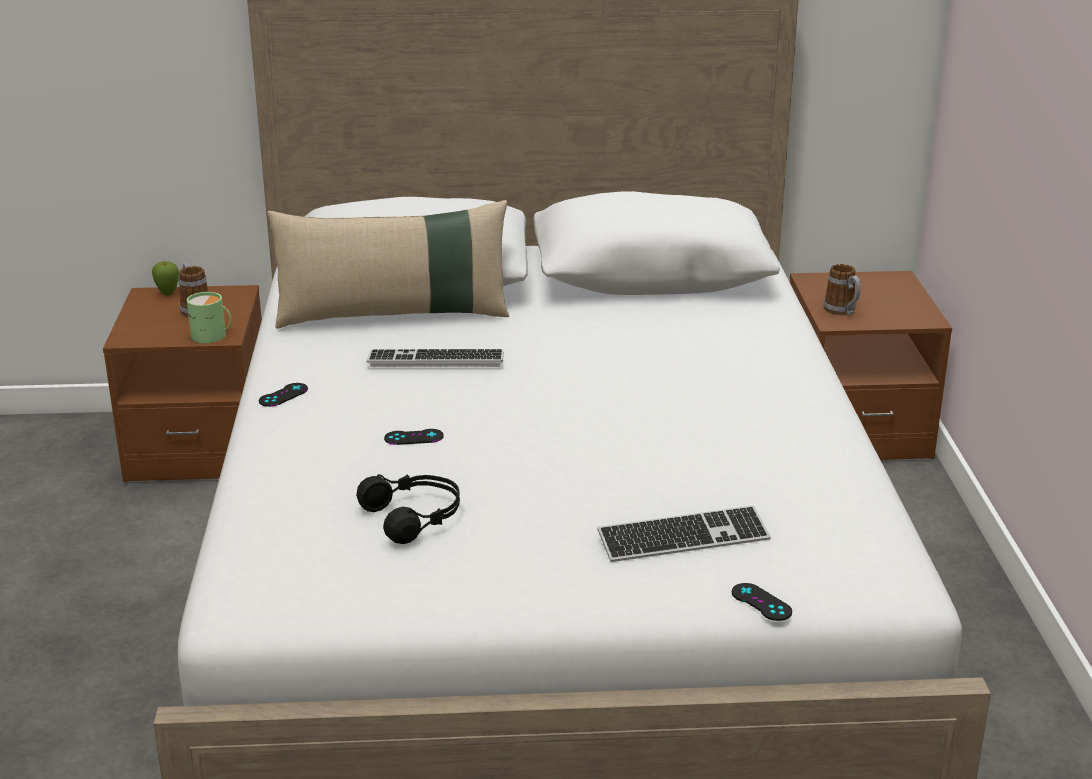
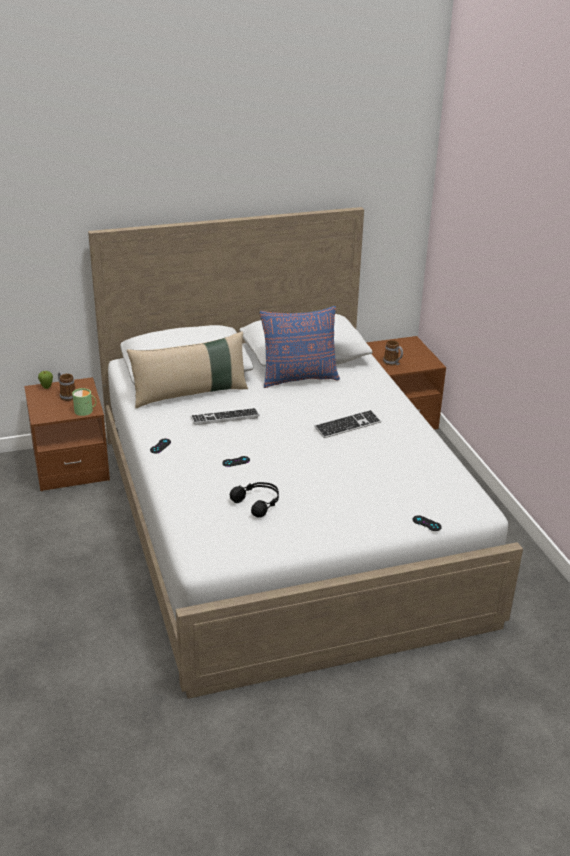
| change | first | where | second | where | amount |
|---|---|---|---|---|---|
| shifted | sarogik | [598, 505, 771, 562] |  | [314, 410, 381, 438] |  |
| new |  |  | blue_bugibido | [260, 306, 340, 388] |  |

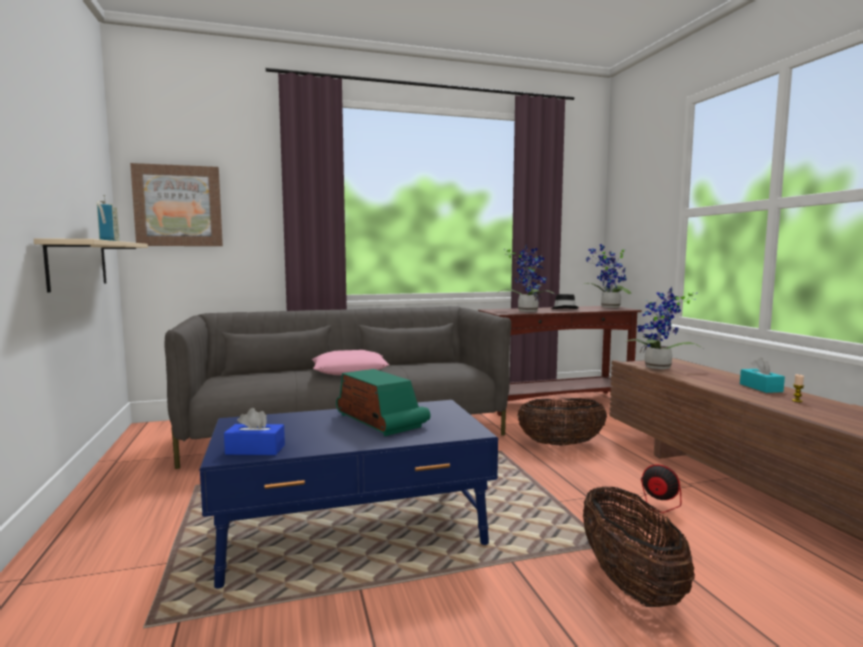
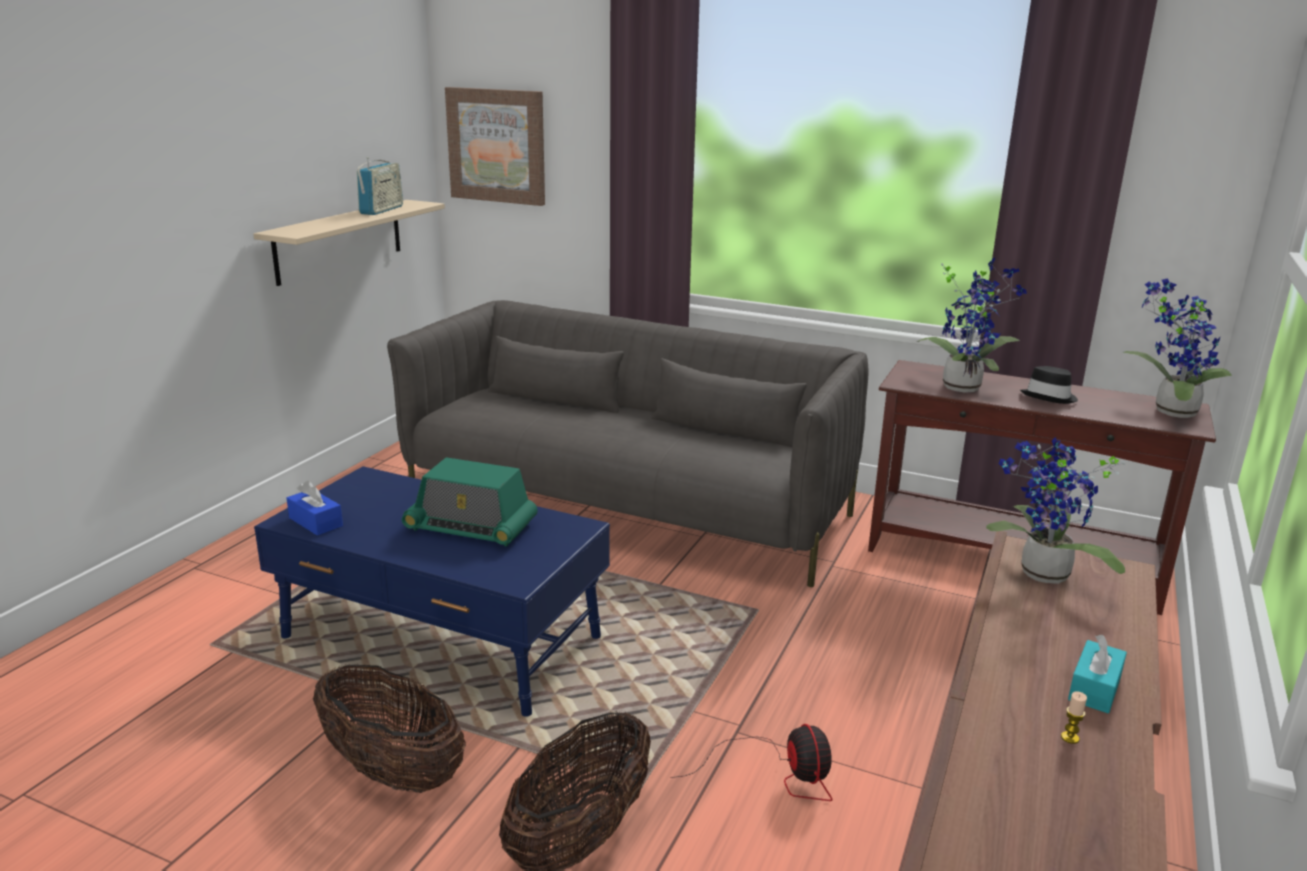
| change | first | where | second | where | amount |
|---|---|---|---|---|---|
| gone | pink_bugibido | [312, 350, 389, 375] |  |  |  |
| rotated | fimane | [336, 369, 430, 436] |  | [402, 457, 538, 547] | 105 degrees clockwise |
| shifted | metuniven | [517, 398, 607, 445] |  | [313, 663, 466, 793] |  |

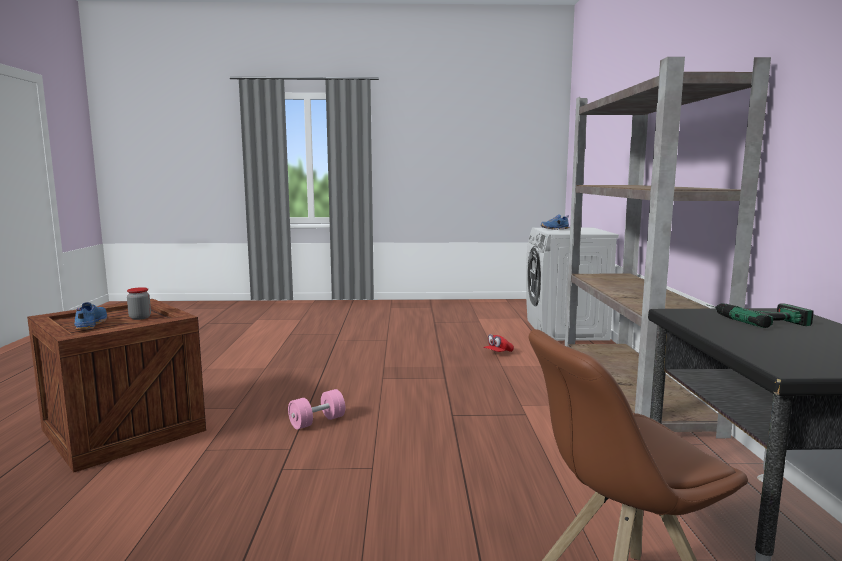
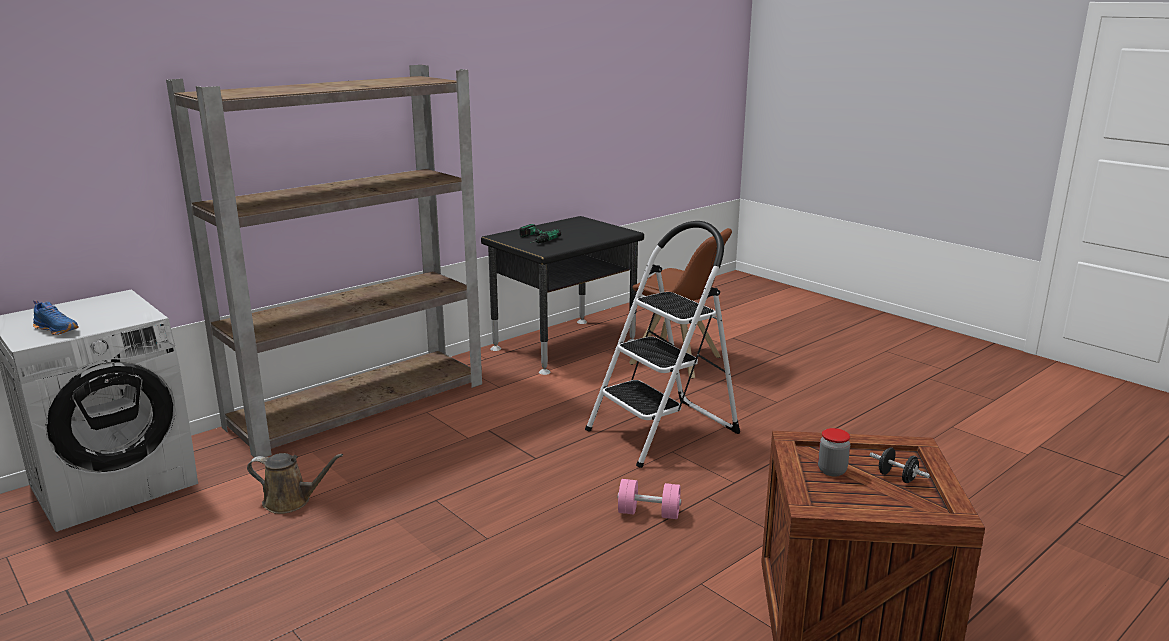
| change | first | where | second | where | amount |
|---|---|---|---|---|---|
| swapped | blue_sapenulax | [74, 302, 107, 330] | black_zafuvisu | [869, 447, 930, 483] |  |
| swapped | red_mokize | [483, 334, 514, 352] | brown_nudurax | [247, 453, 343, 514] |  |
| new |  |  | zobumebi | [585, 221, 740, 468] |  |

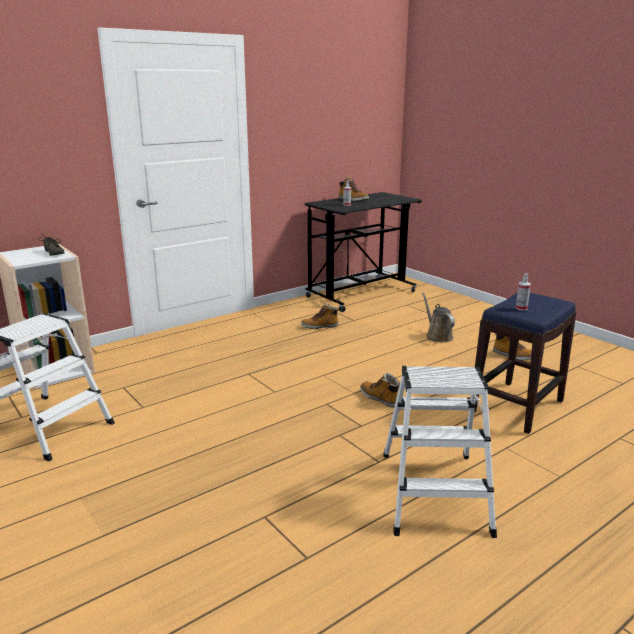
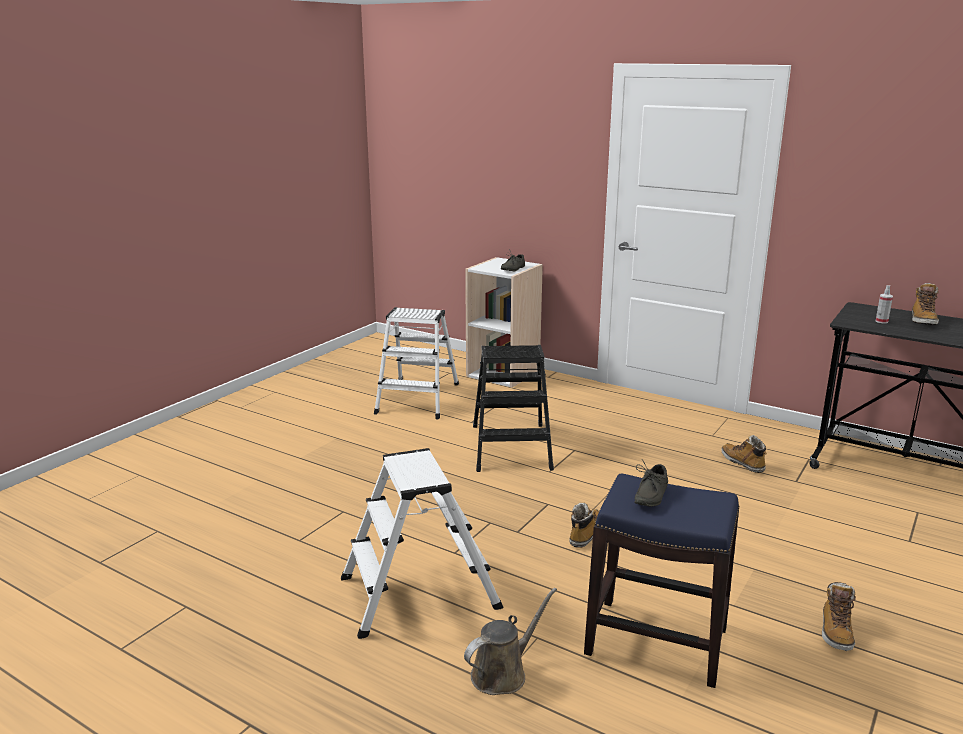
| change | first | where | second | where | amount |
|---|---|---|---|---|---|
| shifted | brown_nudurax | [422, 293, 455, 343] |  | [464, 588, 557, 695] |  |
| swapped | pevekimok | [516, 273, 531, 311] | grey_sapenulax | [634, 459, 668, 507] |  |
| new |  |  | black_zobumebi | [473, 345, 554, 472] |  |

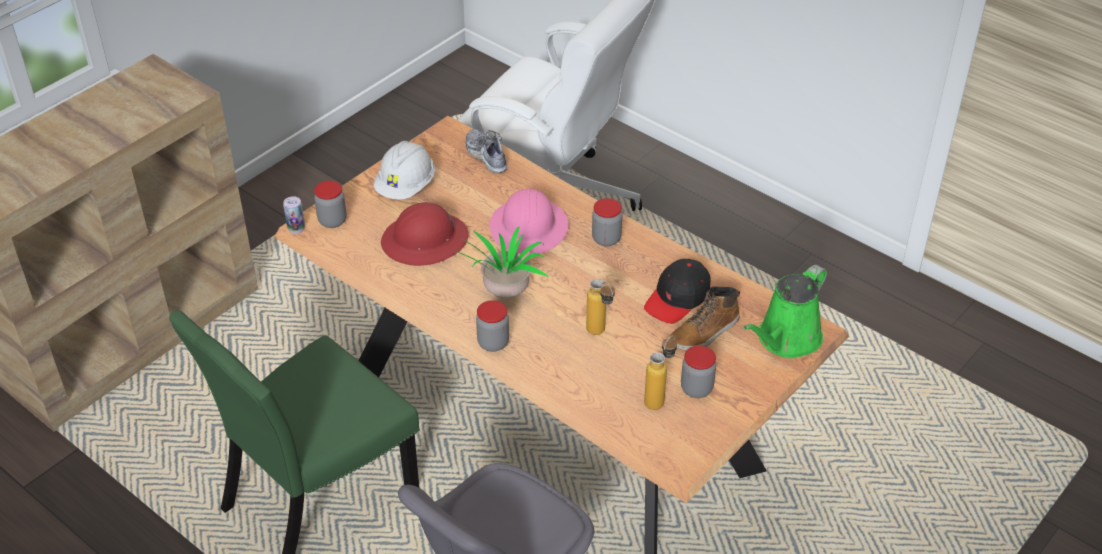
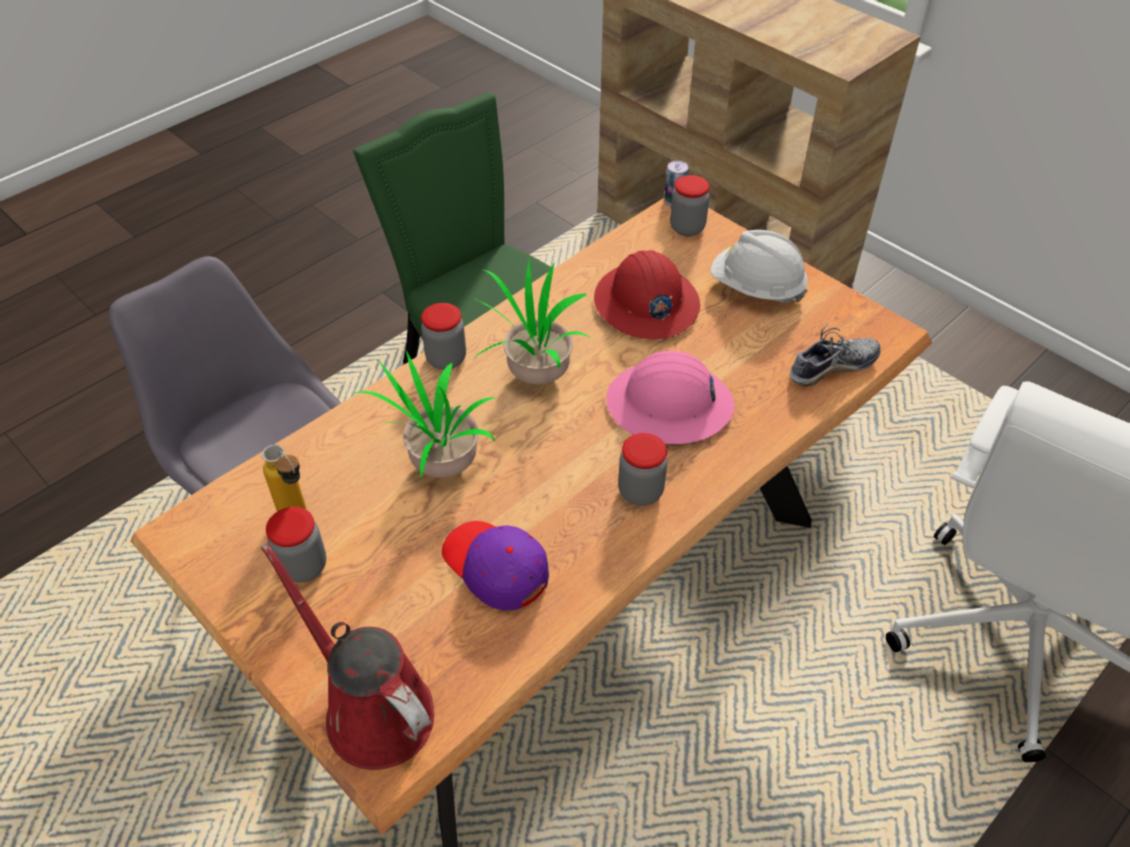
| change | first | where | second | where | amount |
|---|---|---|---|---|---|
| swapped | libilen | [586, 279, 615, 335] | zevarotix | [353, 350, 496, 480] |  |
| repainted | black_mokize | [644, 259, 711, 324] | purple_mokize | [442, 521, 549, 610] |  |
| gone | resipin | [669, 286, 740, 350] |  |  |  |
| repainted | green_nudurax | [743, 265, 827, 358] | red_nudurax | [261, 543, 434, 770] |  |

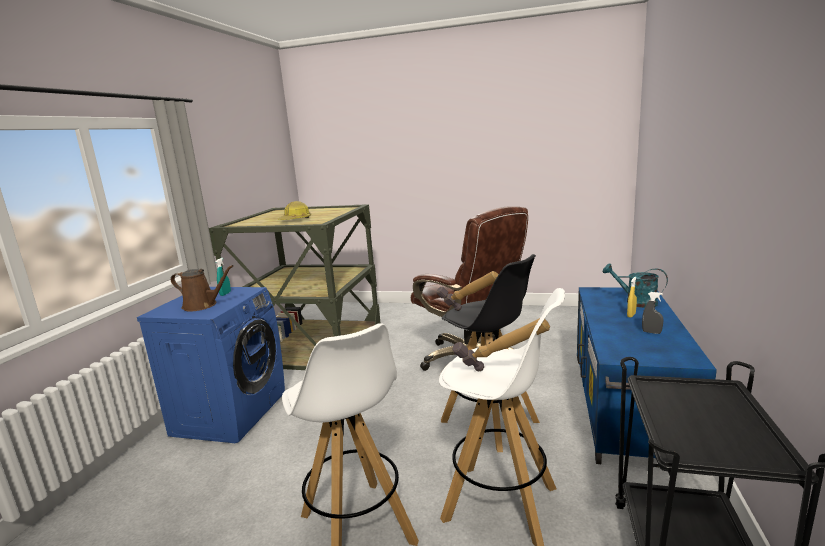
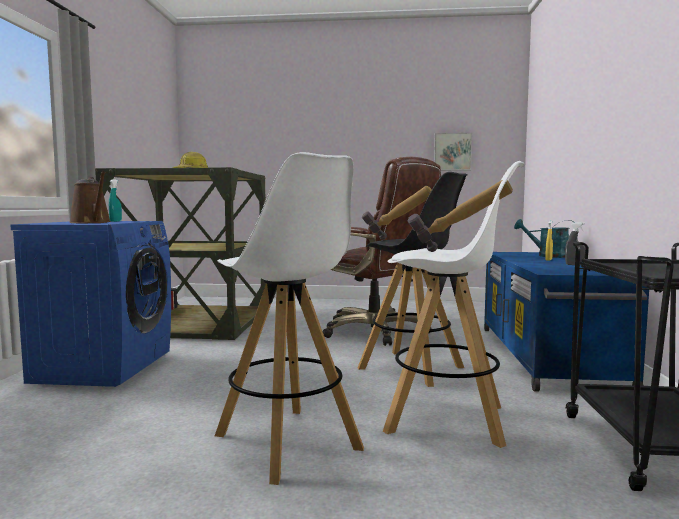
| change | first | where | second | where | amount |
|---|---|---|---|---|---|
| rotated | brown_nudurax | [171, 265, 233, 312] |  | [69, 171, 111, 223] | 45 degrees clockwise |
| new |  |  | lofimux | [434, 133, 472, 170] |  |

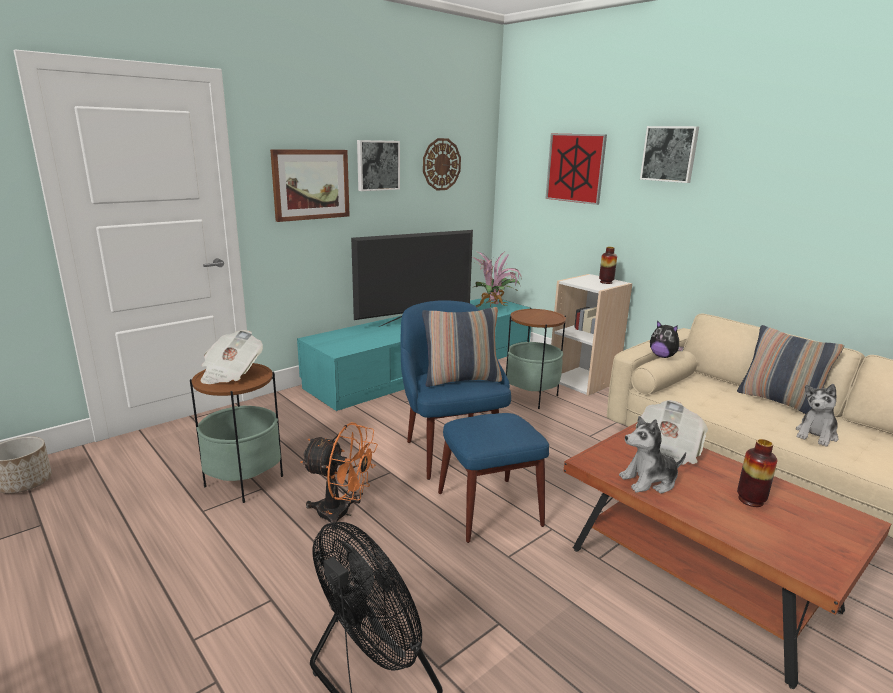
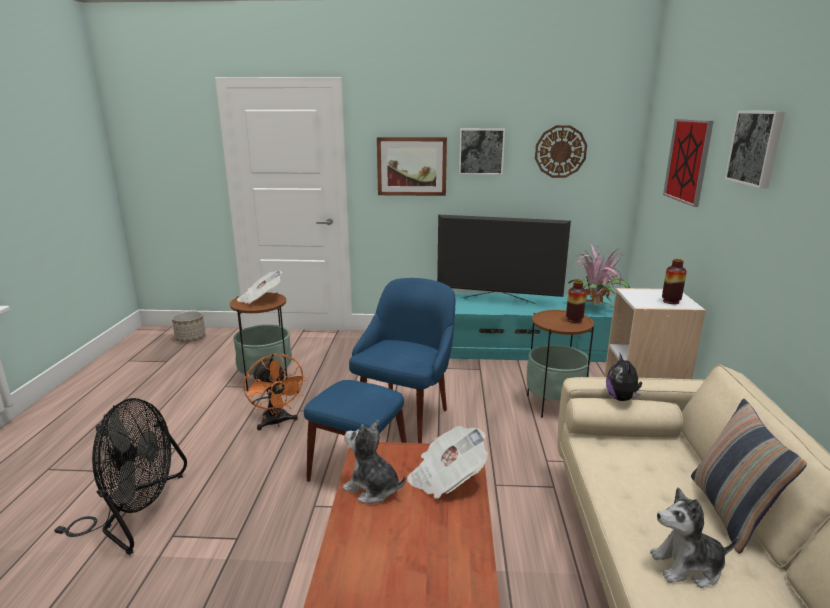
| change | first | where | second | where | amount |
|---|---|---|---|---|---|
| gone | bugibido | [422, 307, 502, 387] |  |  |  |
| shifted | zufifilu | [737, 439, 777, 507] |  | [566, 281, 587, 323] |  |

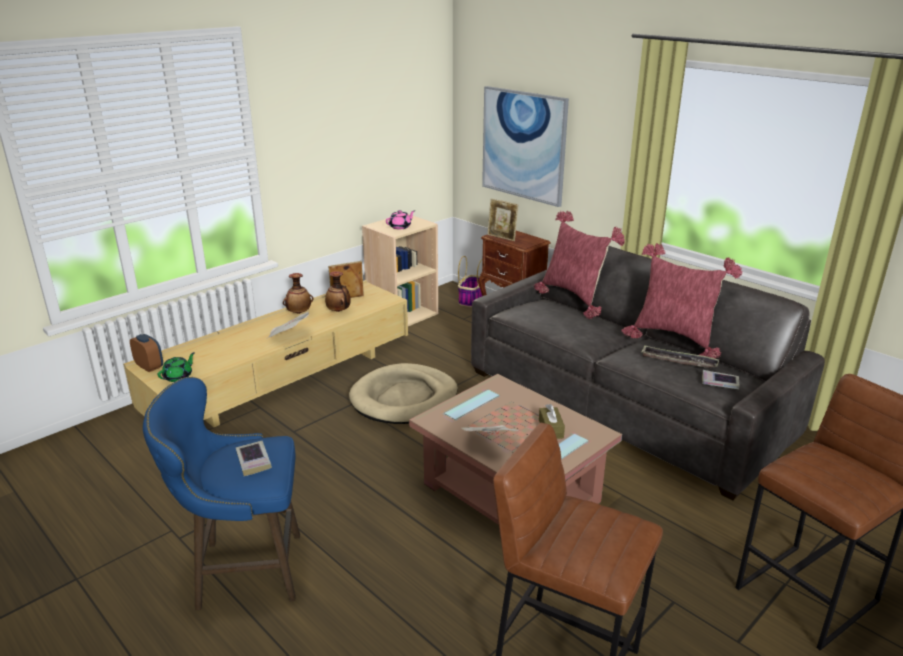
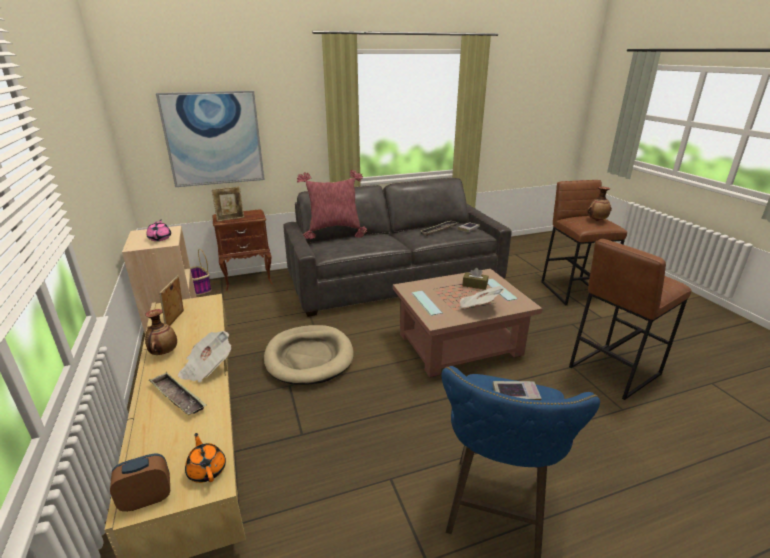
| change | first | where | second | where | amount |
|---|---|---|---|---|---|
| repainted | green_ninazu | [158, 352, 195, 382] | orange_ninazu | [185, 433, 226, 483] |  |
| shifted | zufifilu | [325, 271, 351, 312] |  | [587, 187, 612, 221] |  |
| gone | red_bugibido | [621, 243, 743, 358] |  |  |  |
| new |  |  | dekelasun | [149, 373, 206, 415] |  |

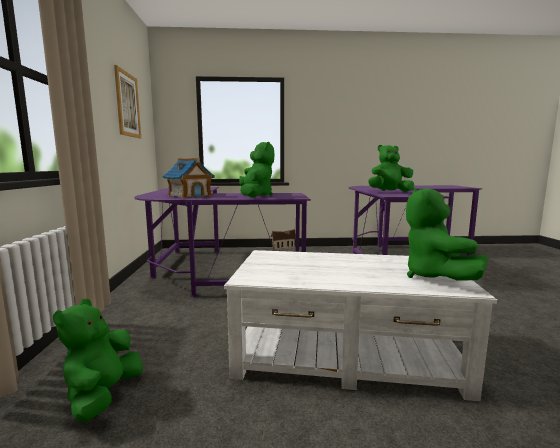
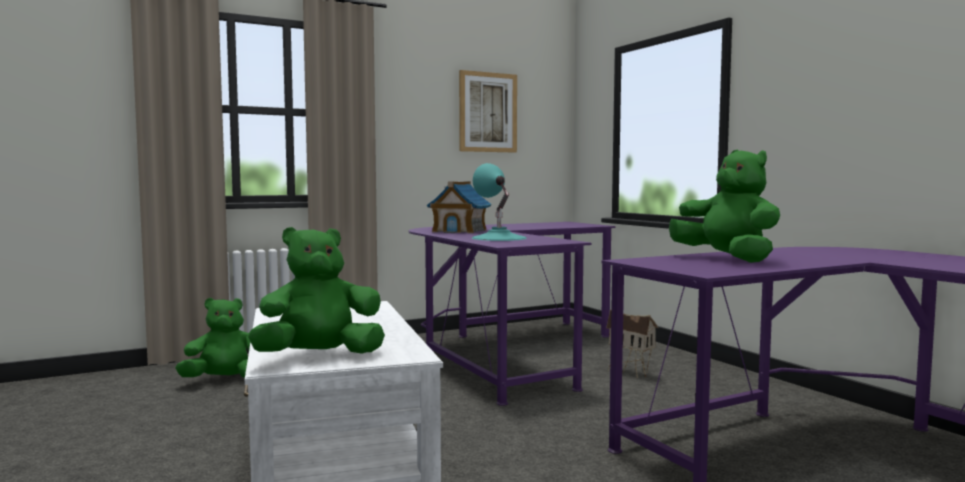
| change | first | where | second | where | amount |
|---|---|---|---|---|---|
| swapped | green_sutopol | [239, 142, 274, 197] | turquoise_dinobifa | [472, 163, 527, 241] |  |

